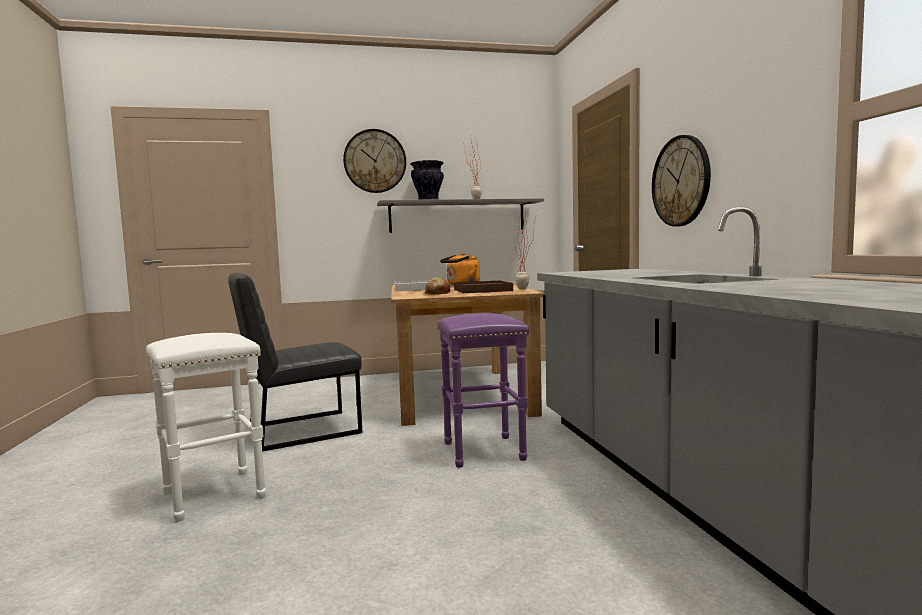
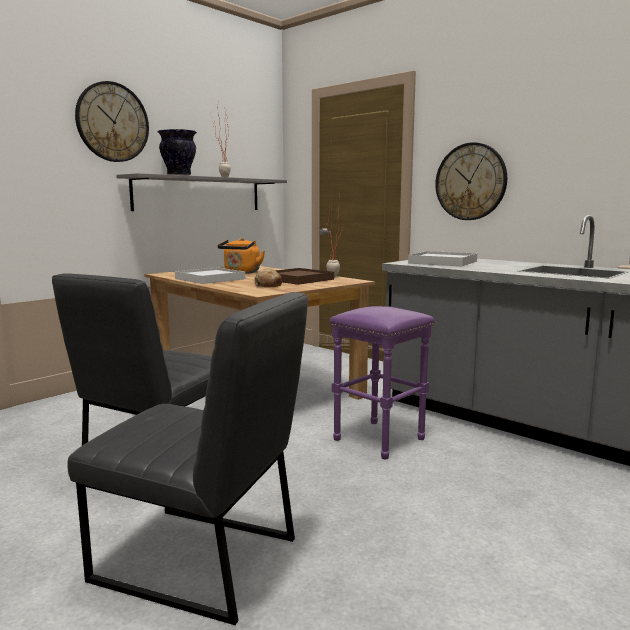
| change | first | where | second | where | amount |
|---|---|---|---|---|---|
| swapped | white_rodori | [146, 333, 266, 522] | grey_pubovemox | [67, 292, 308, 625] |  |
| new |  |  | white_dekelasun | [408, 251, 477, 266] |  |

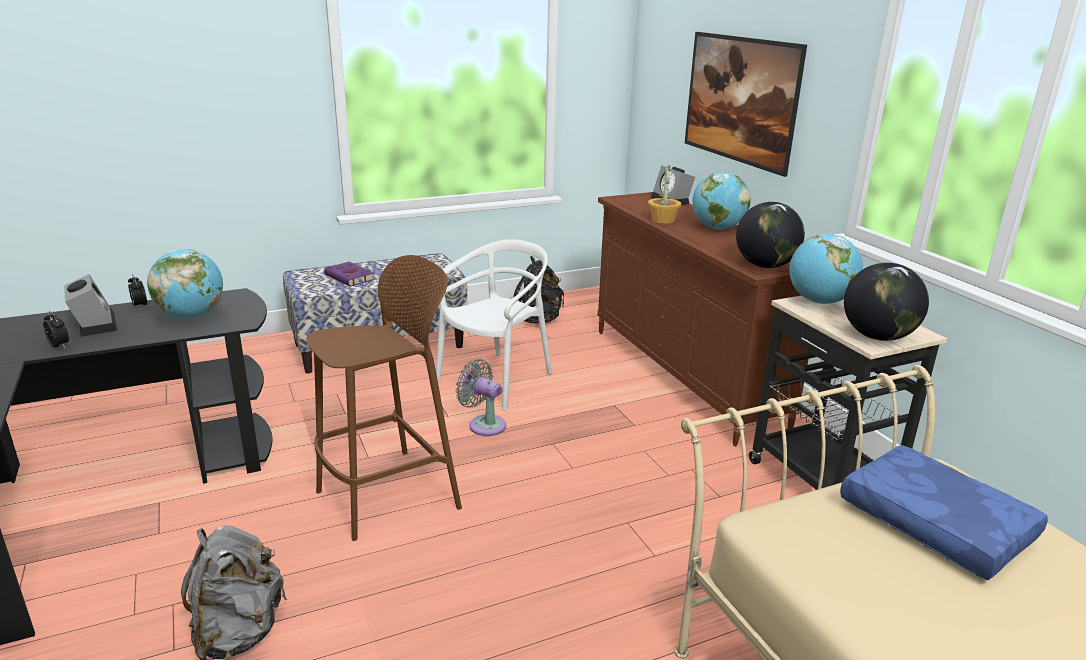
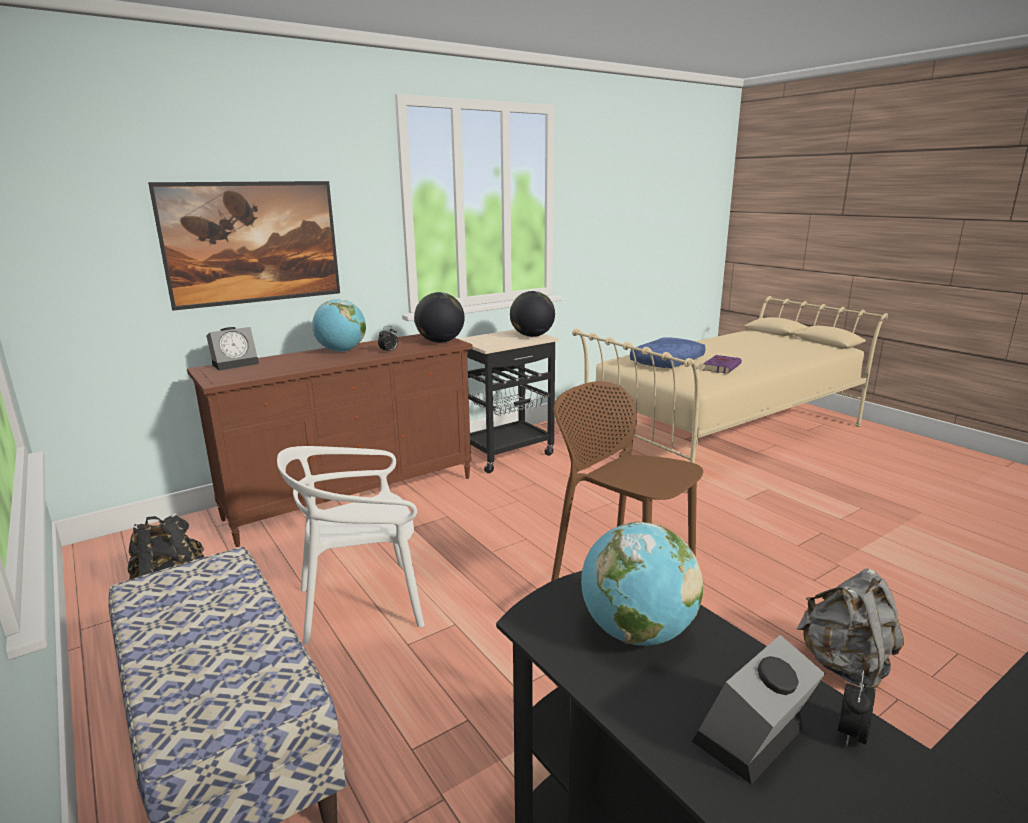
| change | first | where | second | where | amount |
|---|---|---|---|---|---|
| shifted | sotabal | [128, 274, 147, 309] |  | [378, 326, 398, 353] |  |
| shifted | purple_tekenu | [324, 261, 375, 287] |  | [703, 355, 742, 374] |  |
| rotated | white_pubovemox | [436, 239, 552, 410] |  | [277, 446, 425, 644] | 45 degrees counterclockwise |
| gone | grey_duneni | [455, 359, 506, 436] |  |  |  |
| gone | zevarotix | [648, 166, 681, 224] |  |  |  |
| gone | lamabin | [789, 234, 863, 304] |  |  |  |

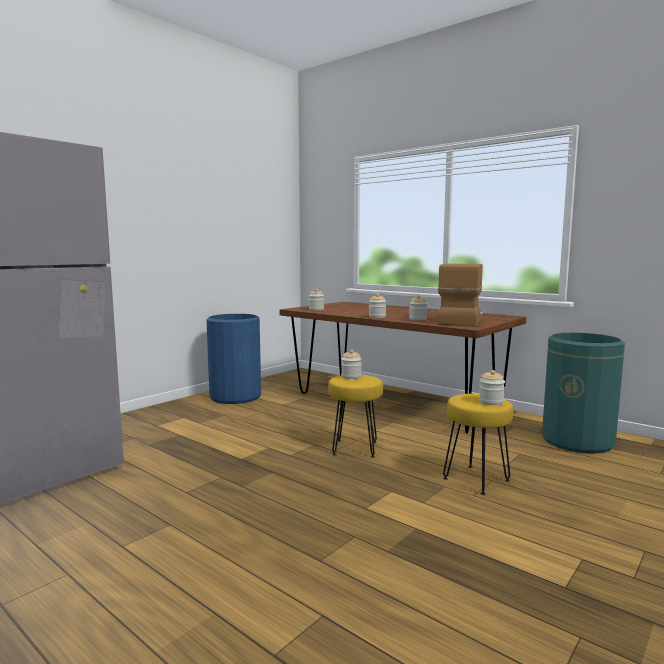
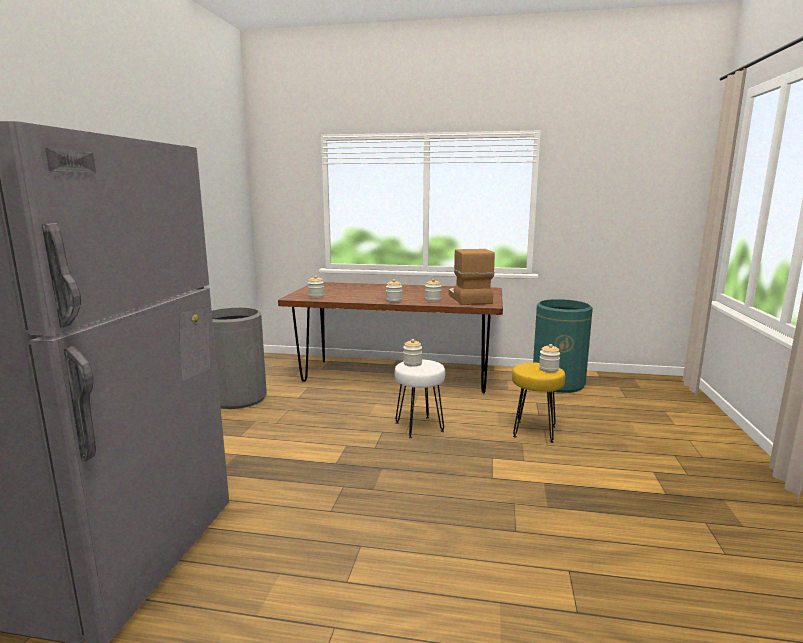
| change | first | where | second | where | amount |
|---|---|---|---|---|---|
| repainted | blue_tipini | [207, 314, 261, 404] | grey_tipini | [212, 308, 267, 409] |  |
| repainted | yellow_rodori | [328, 375, 383, 458] | white_rodori | [395, 359, 445, 438] |  |

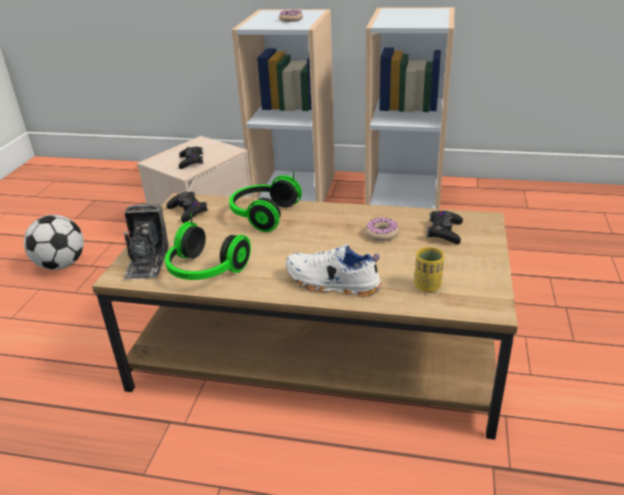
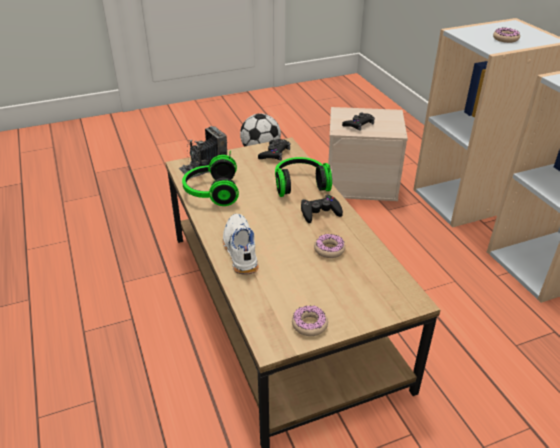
| change | first | where | second | where | amount |
|---|---|---|---|---|---|
| gone | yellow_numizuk | [414, 247, 444, 292] |  |  |  |
| shifted | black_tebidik | [427, 210, 463, 244] |  | [301, 195, 343, 223] |  |
| new |  |  | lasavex | [292, 306, 328, 336] |  |

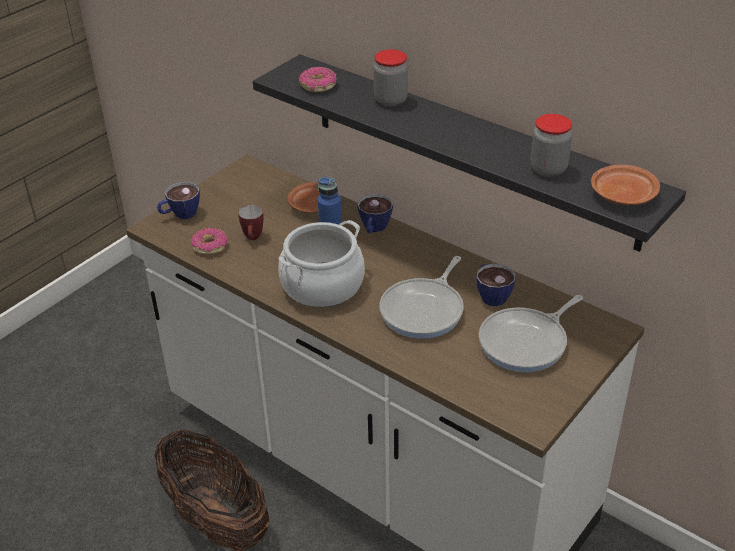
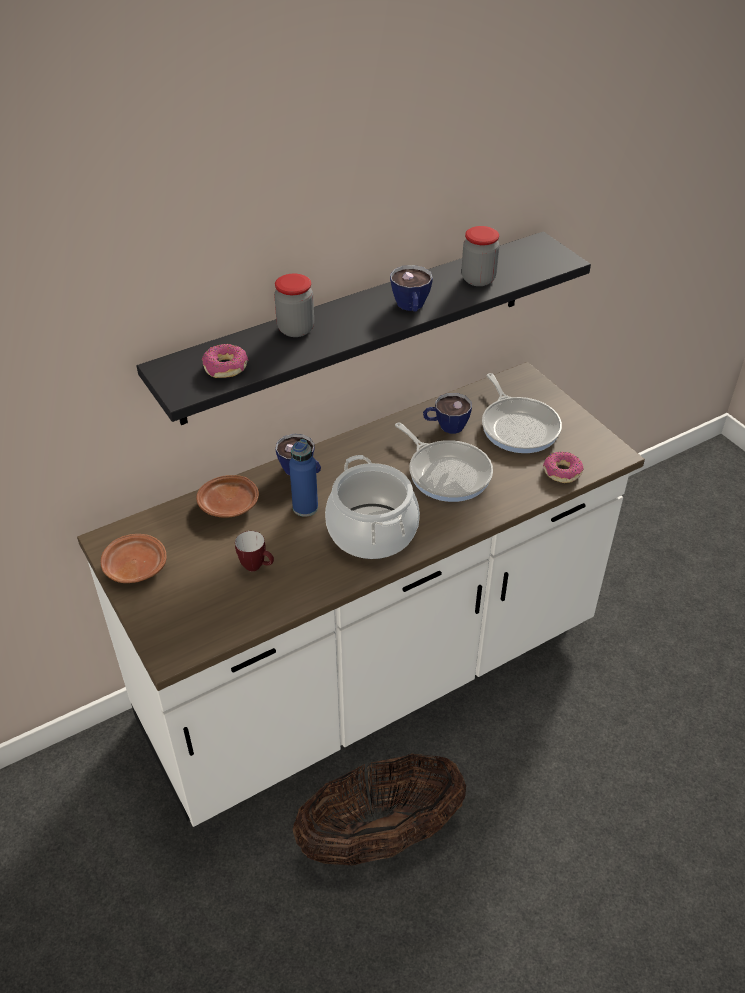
| change | first | where | second | where | amount |
|---|---|---|---|---|---|
| shifted | numizuk | [157, 182, 200, 219] |  | [390, 265, 433, 312] |  |
| shifted | lasavex | [191, 228, 227, 255] |  | [543, 452, 584, 483] |  |
| shifted | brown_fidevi | [591, 165, 660, 205] |  | [101, 534, 167, 583] |  |

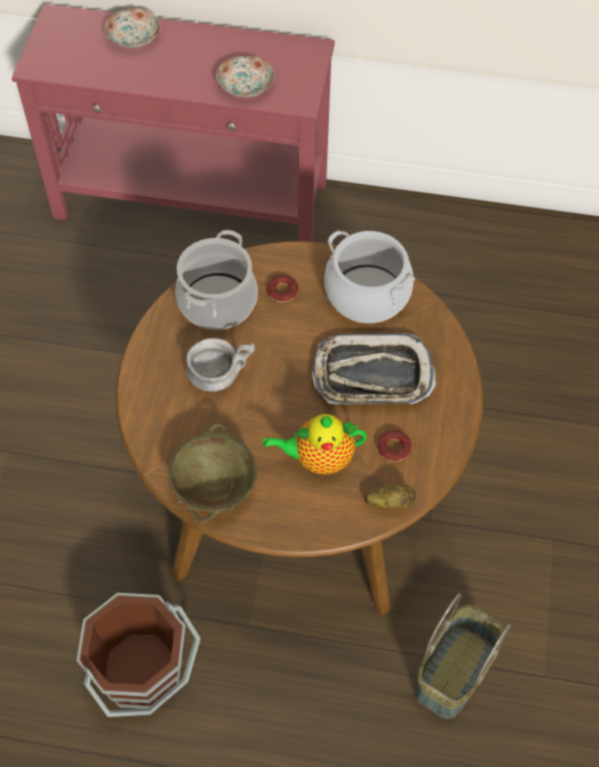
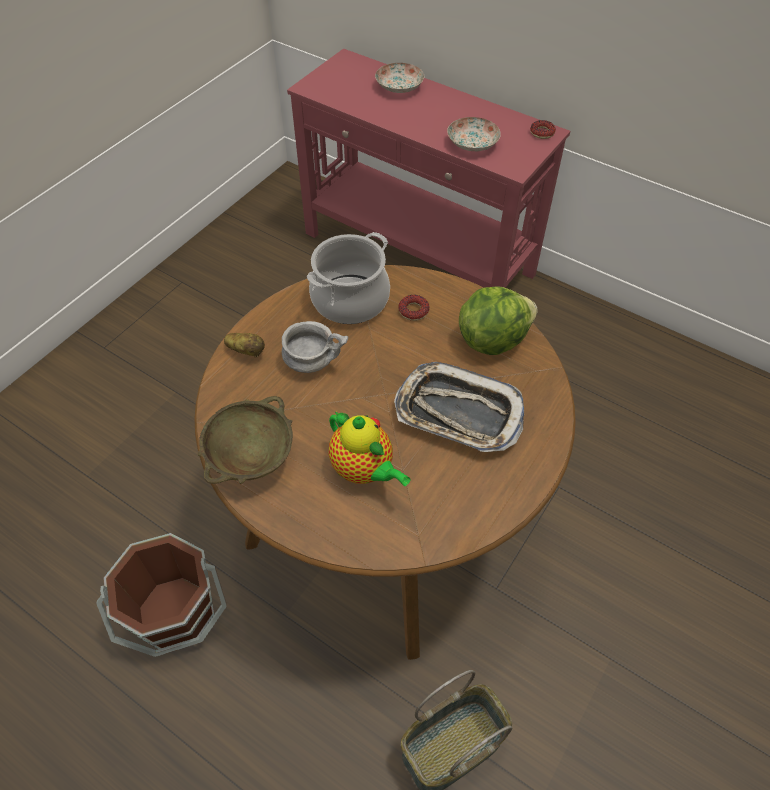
| change | first | where | second | where | amount |
|---|---|---|---|---|---|
| rotated | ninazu | [263, 414, 367, 475] |  | [328, 411, 411, 486] | 150 degrees counterclockwise |
| swapped | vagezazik | [324, 231, 415, 323] | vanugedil | [459, 286, 538, 355] |  |
| shifted | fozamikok | [365, 484, 416, 509] |  | [224, 333, 265, 357] |  |
| shifted | lasavex | [377, 430, 412, 462] |  | [530, 120, 556, 139] |  |

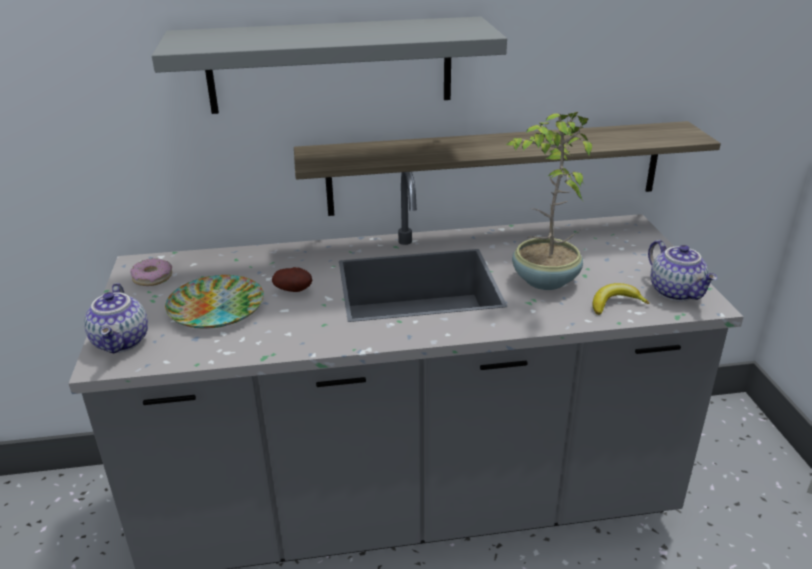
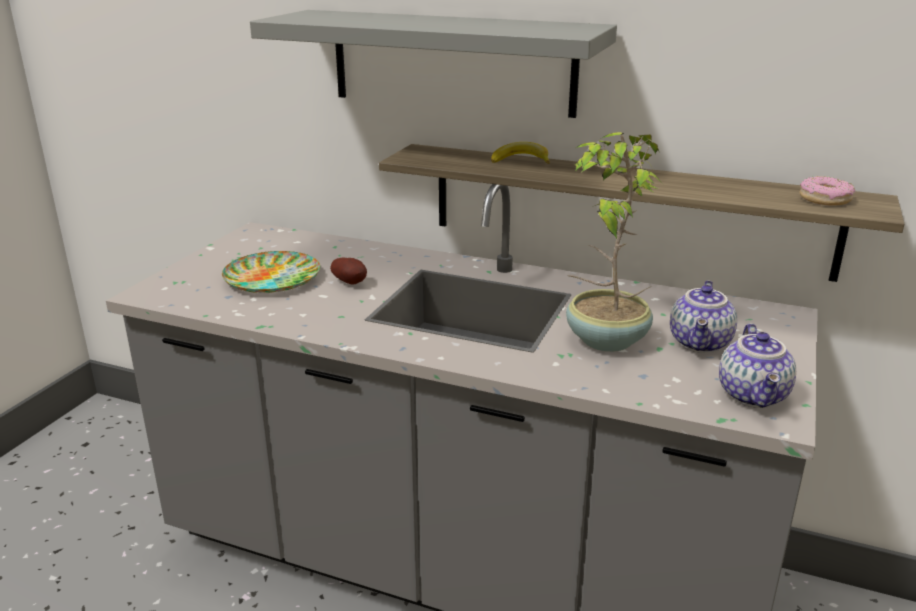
| change | first | where | second | where | amount |
|---|---|---|---|---|---|
| shifted | ninazu | [84, 283, 148, 353] |  | [670, 280, 737, 353] |  |
| shifted | lasavex | [130, 258, 172, 286] |  | [799, 176, 855, 206] |  |
| shifted | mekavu | [593, 283, 649, 315] |  | [491, 142, 550, 164] |  |

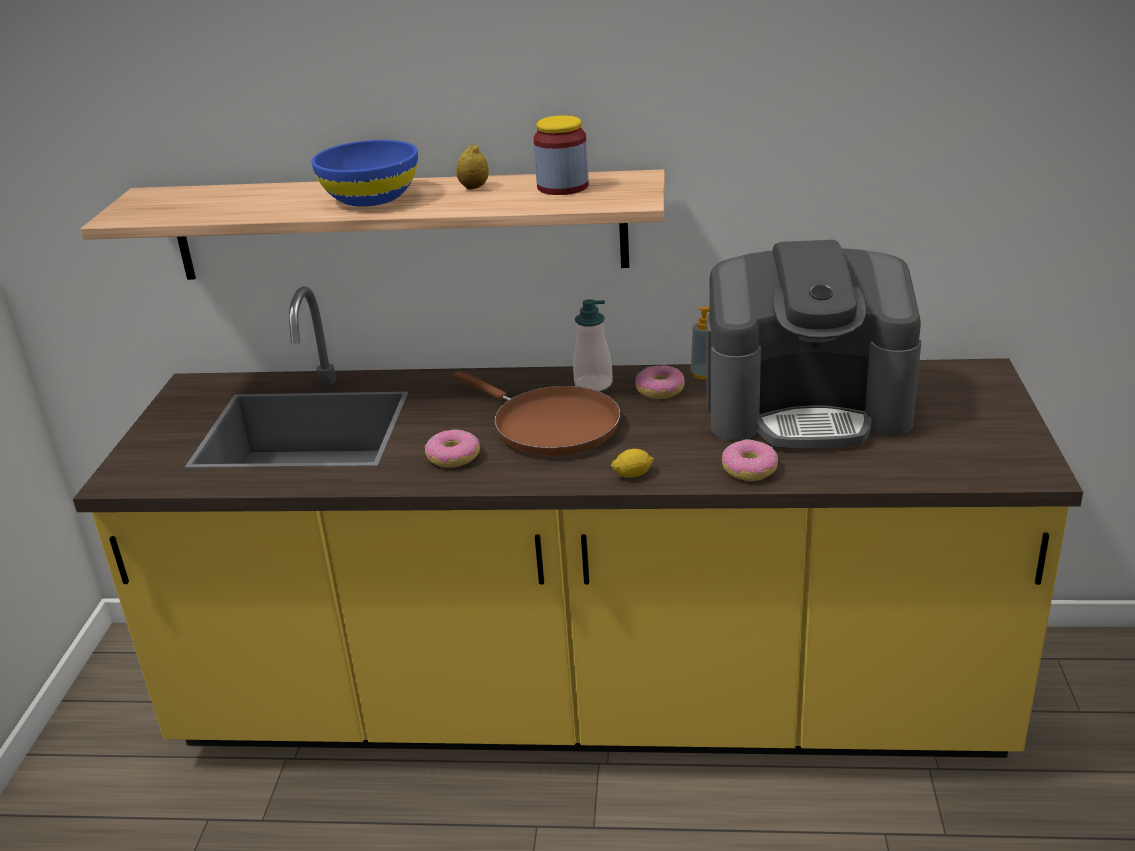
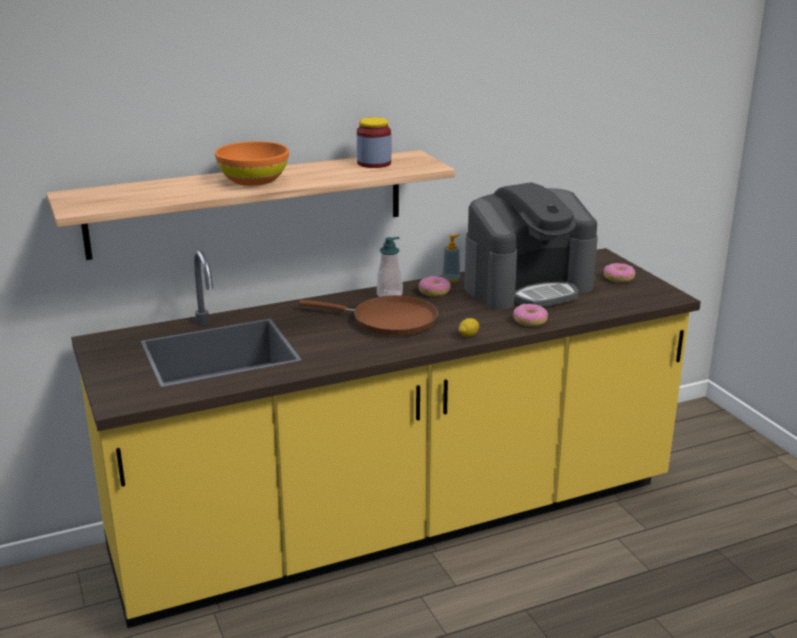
| change | first | where | second | where | amount |
|---|---|---|---|---|---|
| repainted | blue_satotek | [311, 140, 418, 207] | orange_satotek | [215, 141, 289, 186] |  |
| shifted | lasavex | [424, 429, 480, 468] |  | [604, 263, 635, 283] |  |
| gone | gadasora | [456, 144, 489, 190] |  |  |  |

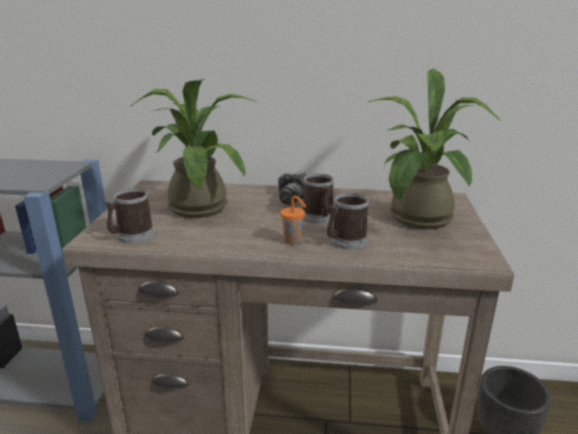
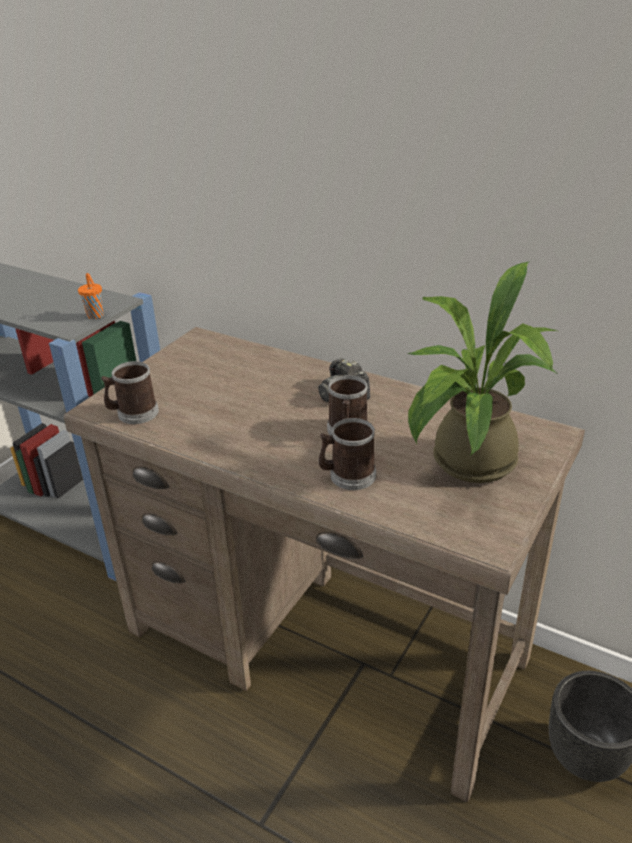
| change | first | where | second | where | amount |
|---|---|---|---|---|---|
| gone | zevarotix | [130, 79, 257, 218] |  |  |  |
| shifted | orange_numizuk | [280, 196, 306, 244] |  | [78, 273, 103, 319] |  |

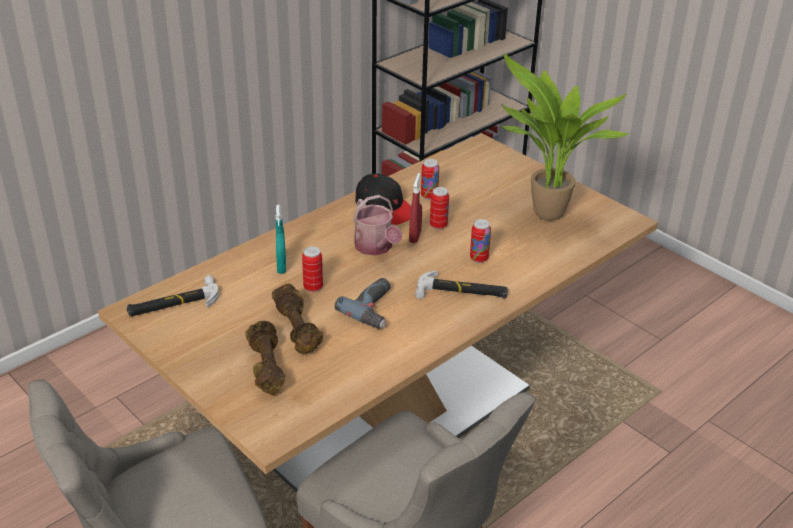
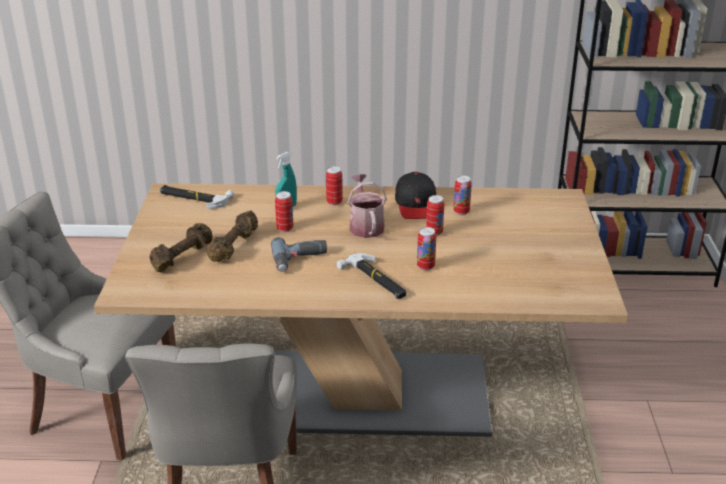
| change | first | where | second | where | amount |
|---|---|---|---|---|---|
| rotated | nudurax | [353, 195, 402, 256] |  | [347, 174, 387, 238] | 150 degrees clockwise |
| gone | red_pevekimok | [409, 173, 422, 243] |  |  |  |
| gone | zevarotix | [500, 53, 630, 221] |  |  |  |
| new |  |  | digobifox | [326, 166, 343, 205] |  |

